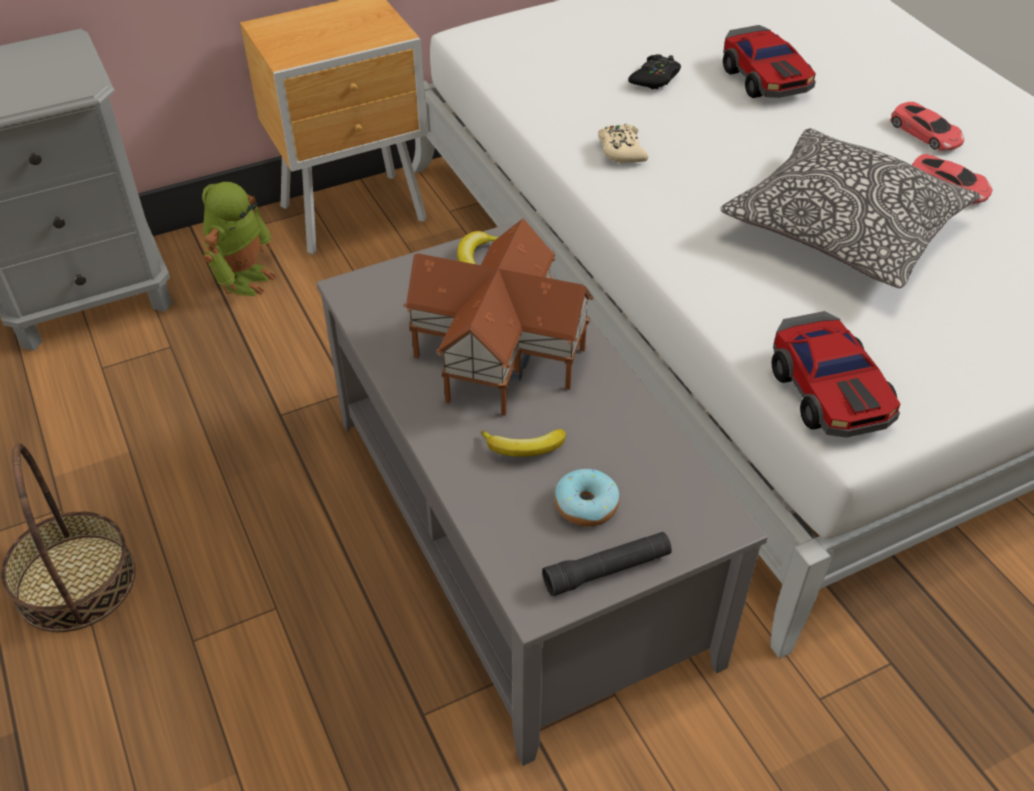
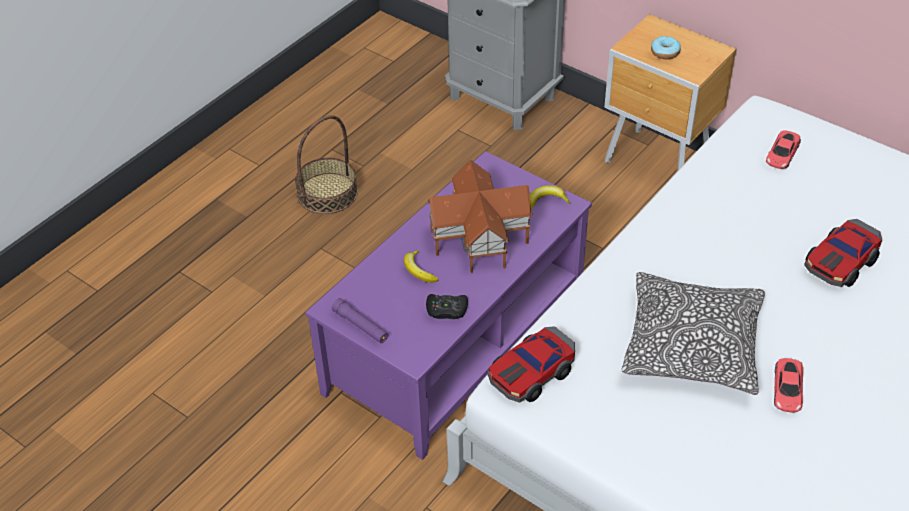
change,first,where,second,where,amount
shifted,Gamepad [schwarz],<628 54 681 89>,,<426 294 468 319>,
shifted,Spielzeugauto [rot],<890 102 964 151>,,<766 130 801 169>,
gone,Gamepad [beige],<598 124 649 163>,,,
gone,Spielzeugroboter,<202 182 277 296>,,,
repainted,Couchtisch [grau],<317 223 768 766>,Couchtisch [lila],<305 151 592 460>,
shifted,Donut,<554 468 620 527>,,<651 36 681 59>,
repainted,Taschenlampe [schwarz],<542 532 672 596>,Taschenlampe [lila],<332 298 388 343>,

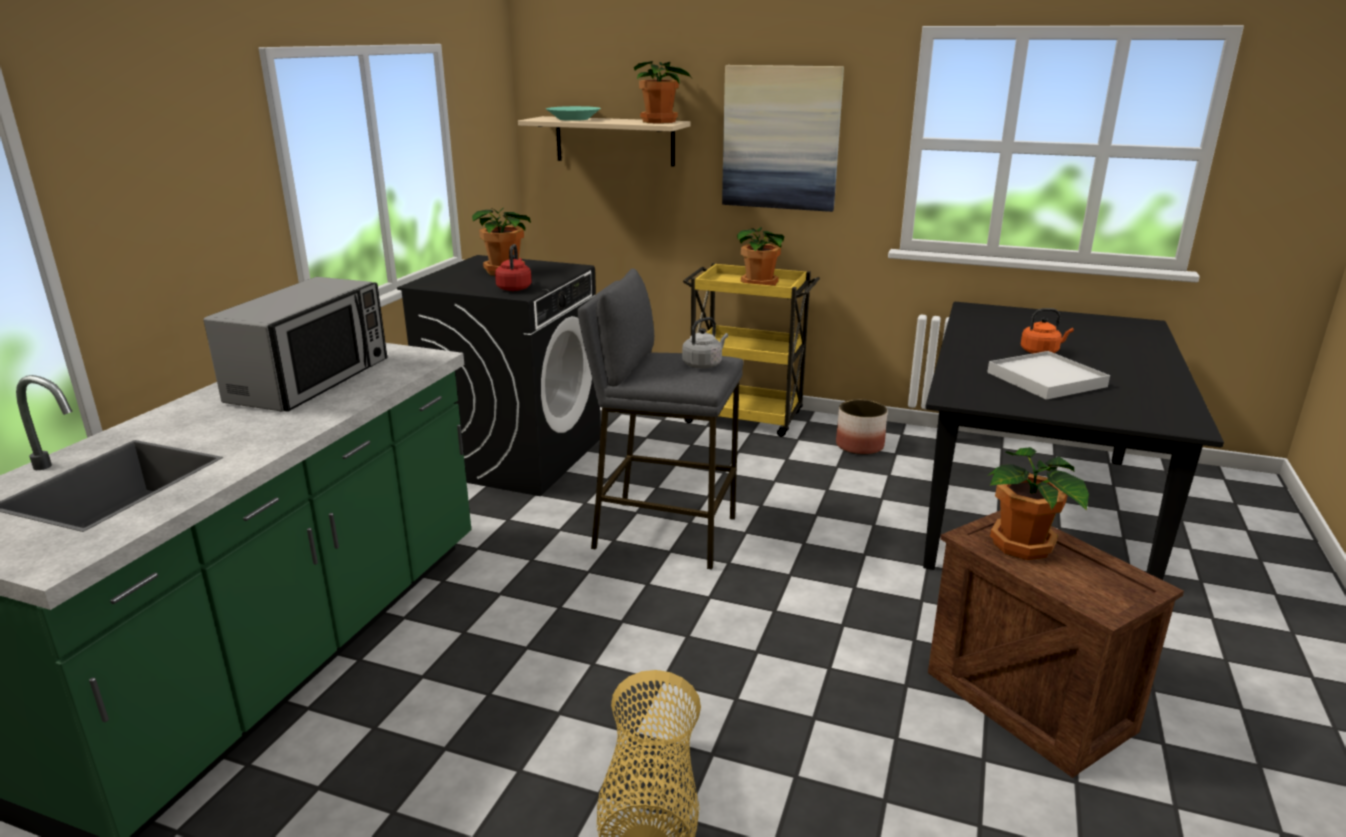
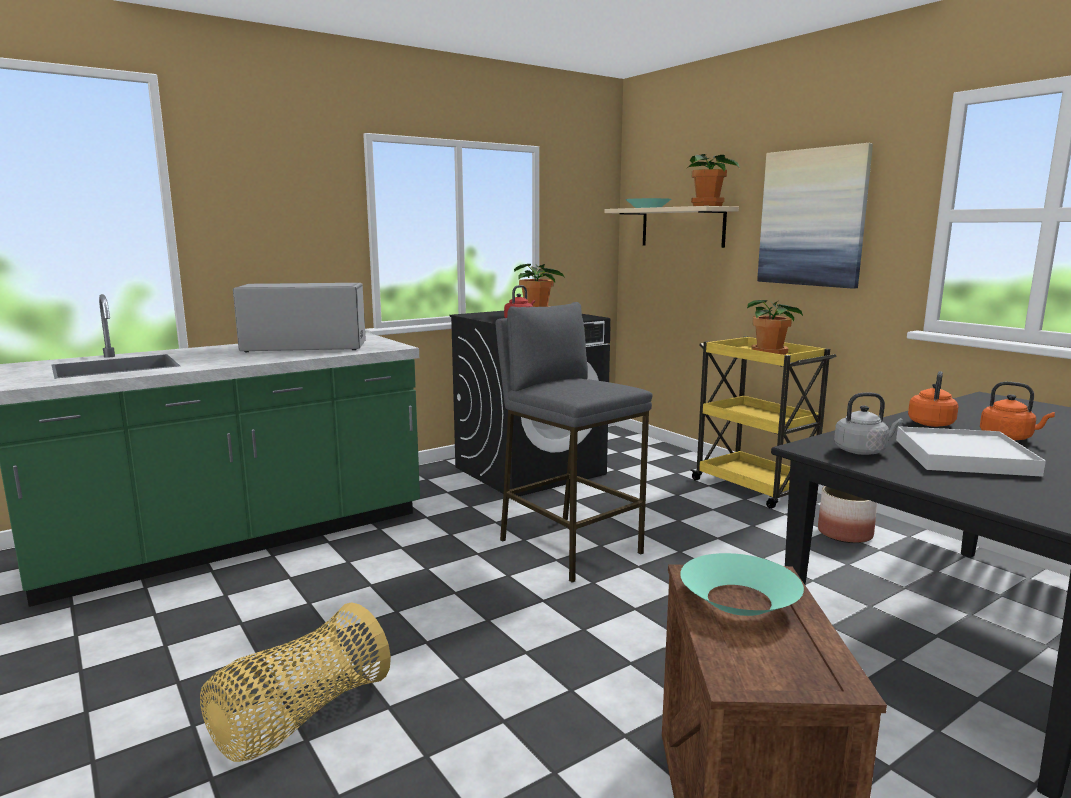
change,first,where,second,where,amount
rotated,Mikrowelle,<204 277 387 412>,,<233 283 366 352>,150 degrees counterclockwise
shifted,Wasserkessel [grau],<682 317 728 368>,,<834 392 903 455>,
swapped,Topfpflanze,<987 447 1089 560>,Schüssel [türkis],<680 553 804 616>,
new,,,Wasserkessel [orange],<908 371 958 427>,

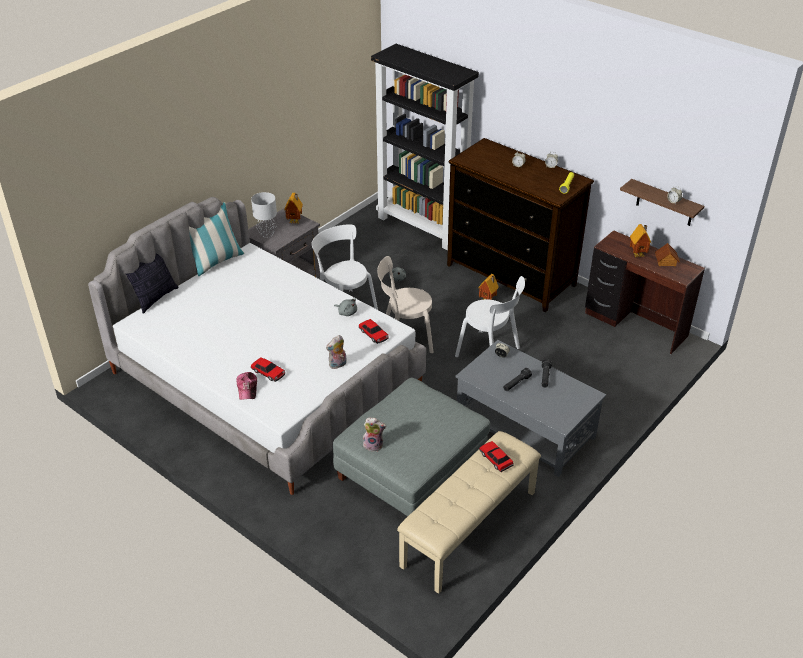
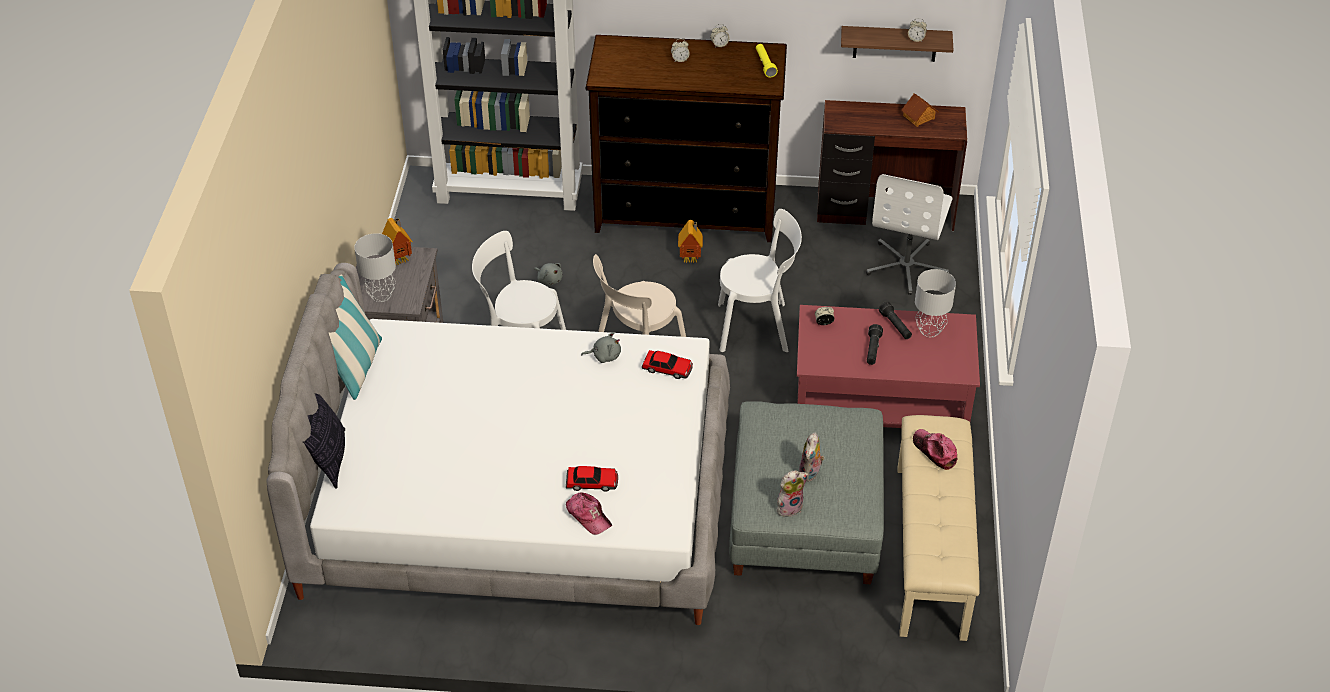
change,first,where,second,where,amount
gone,Spielzeughaus,<630 224 651 258>,,,
shifted,Plüschtier,<326 335 347 369>,,<799 432 825 482>,
repainted,Couchtisch [grau],<455 340 606 477>,Couchtisch [rot],<797 305 980 428>,
swapped,Spielzeugauto,<479 441 514 472>,Kappe,<913 429 958 470>,
new,,,Bürostuhl [weiß],<866 174 952 295>,
new,,,Tischlampe [grau],<915 269 956 337>,

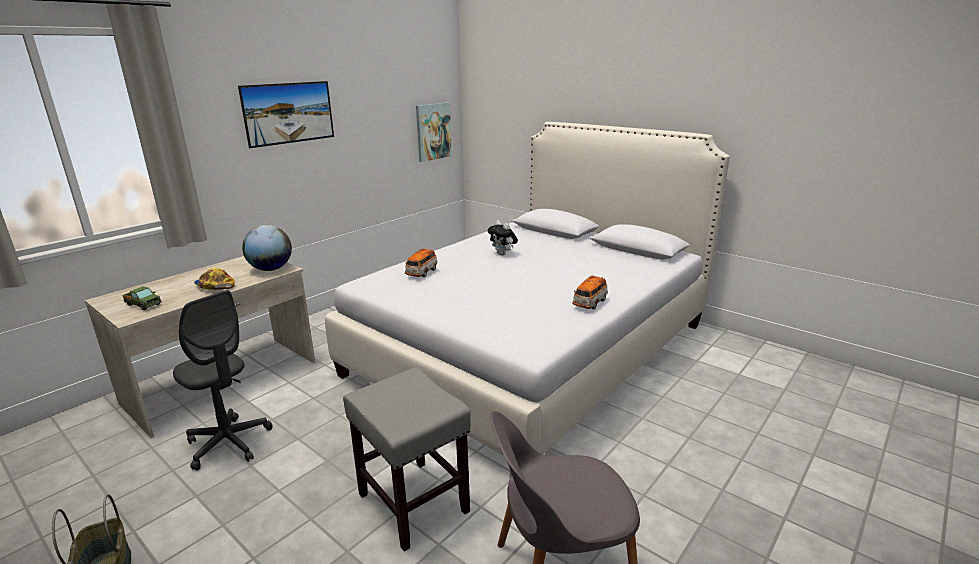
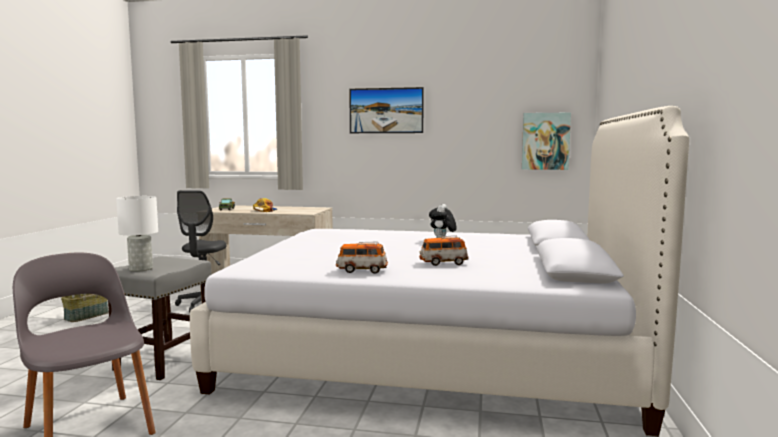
change,first,where,second,where,amount
gone,Globus,<242 225 292 271>,,,
shifted,Spielzeugauto,<405 248 438 277>,,<419 235 469 266>,
new,,,Tischlampe [weiß],<116 196 158 272>,

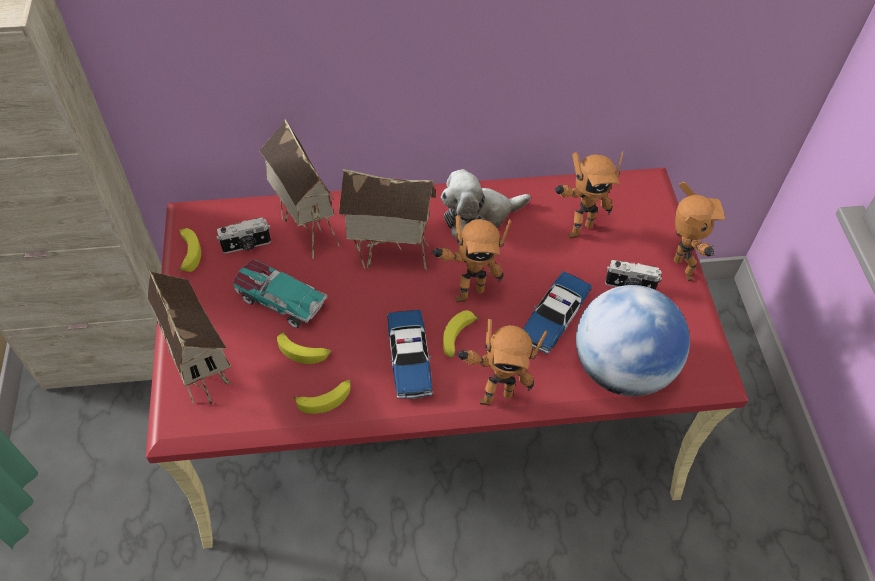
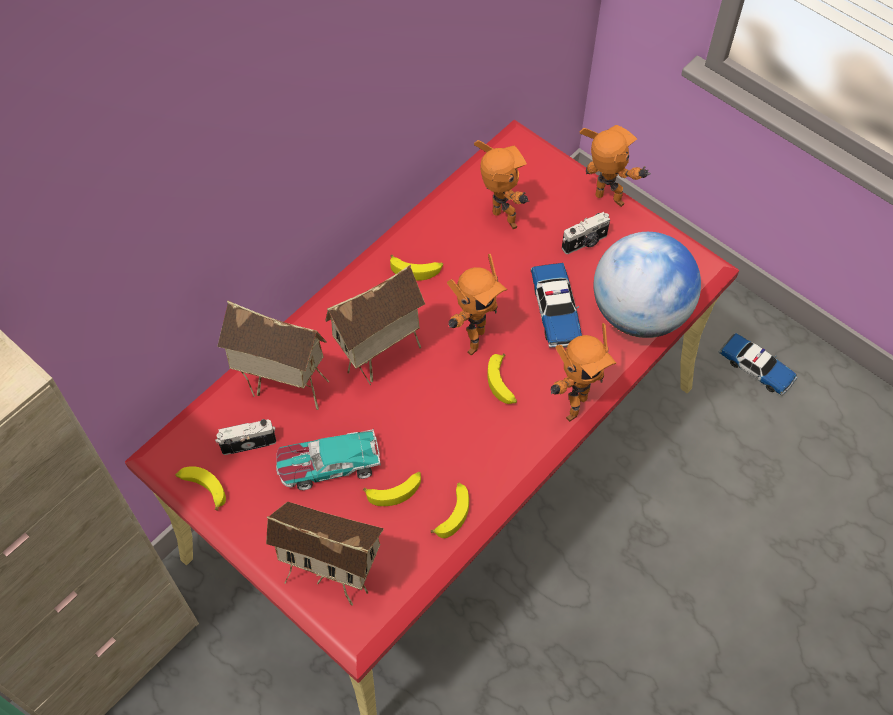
change,first,where,second,where,amount
rotated,Spielzeugroboter,<554 151 623 239>,,<474 140 529 229>,60 degrees counterclockwise
swapped,Plüschtier,<441 169 531 239>,Banane,<390 255 443 281>,
rotated,Kamera,<216 217 271 254>,,<215 419 276 455>,135 degrees counterclockwise
shifted,Spielzeugauto,<387 310 433 399>,,<719 333 797 395>,

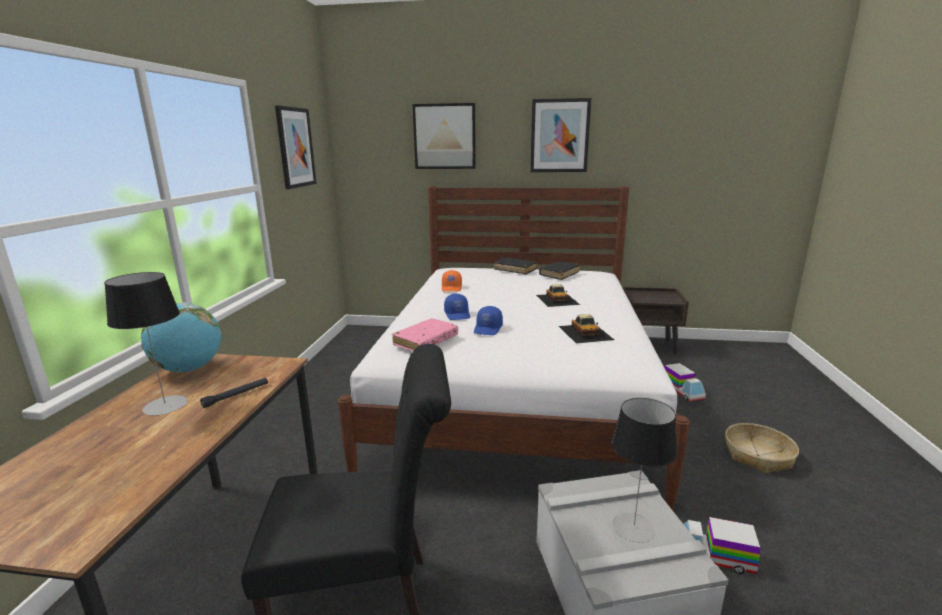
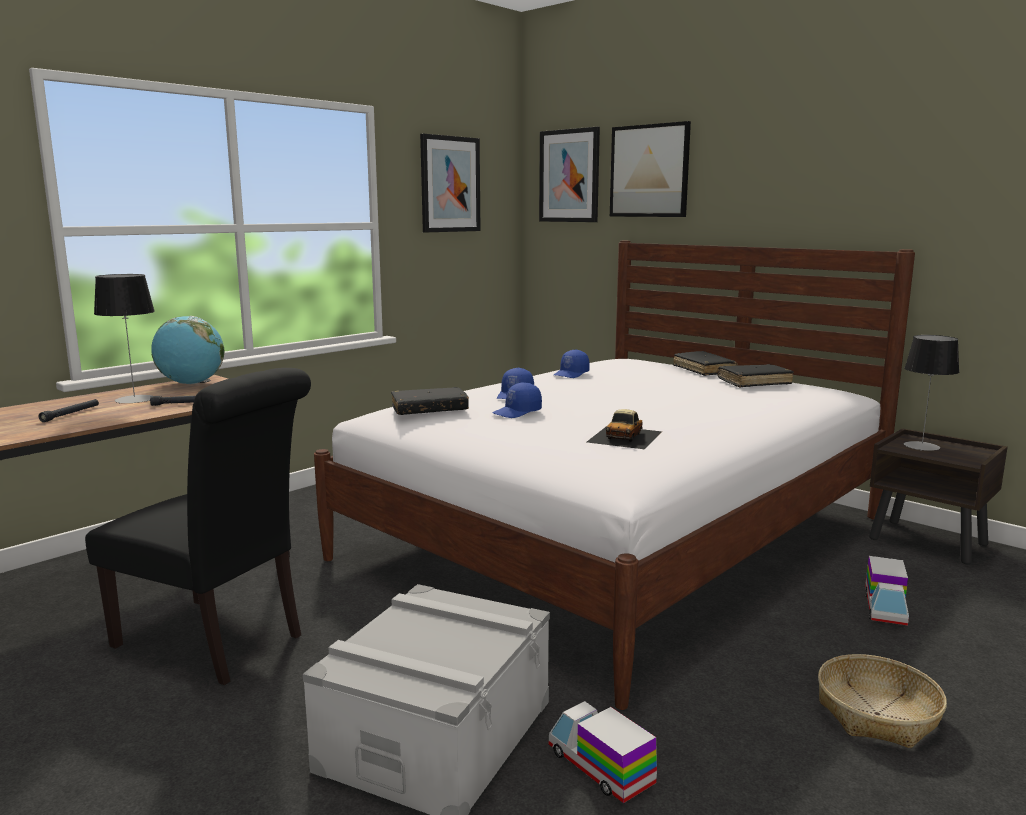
change,first,where,second,where,amount
shifted,Bild,<530 98 591 172>,,<539 127 600 222>,
repainted,Kappe [orange],<442 270 462 291>,Kappe [blau],<554 349 590 378>,
gone,Spielzeugauto,<536 284 580 307>,,,
repainted,Buch [rosa],<392 318 458 351>,Buch [schwarz],<391 387 469 415>,
shifted,Tischlampe,<611 398 677 543>,,<904 335 959 451>,
new,,,Taschenlampe [schwarz],<39 399 99 422>,

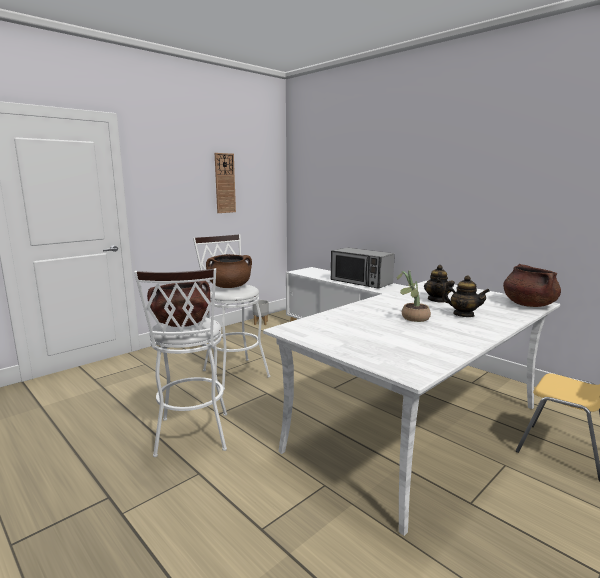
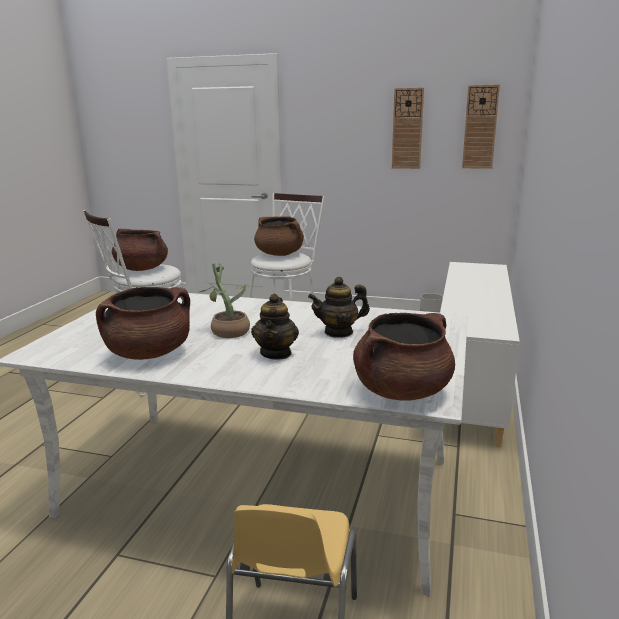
change,first,where,second,where,amount
gone,Mikrowelle,<331 248 395 289>,,,
new,,,Wanduhr,<462 85 500 169>,
new,,,Kochtopf [braun],<96 287 190 360>,

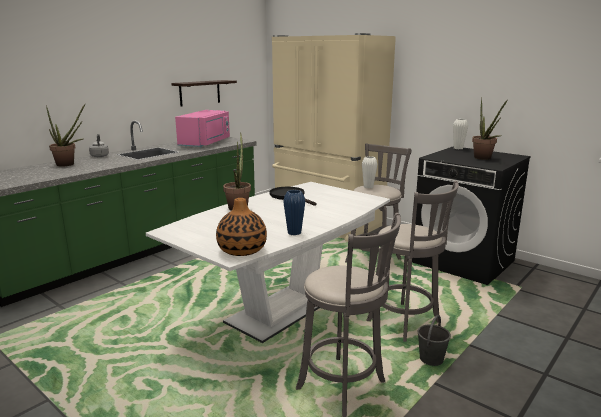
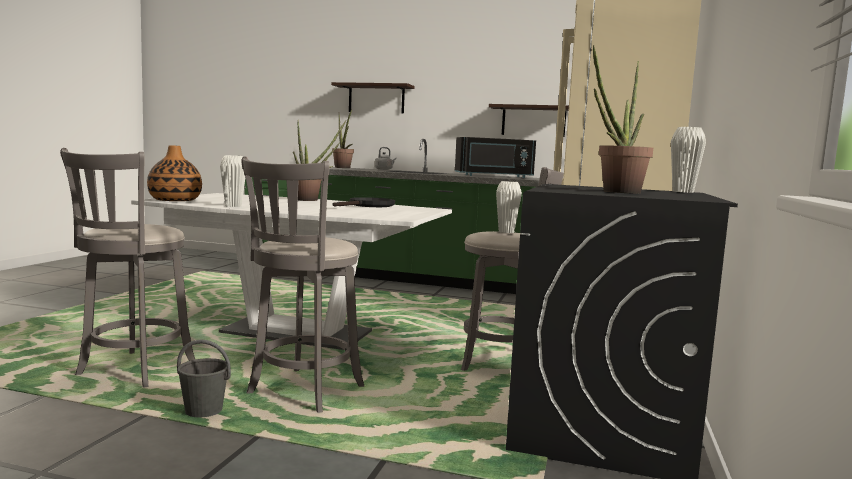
change,first,where,second,where,amount
repainted,Mikrowelle [rosa],<175 110 230 148>,Mikrowelle [schwarz],<455 137 536 178>,
repainted,Vase [blau],<283 190 305 235>,Vase [weiß],<220 155 245 207>,
new,,,Wandregal,<331 82 415 114>,

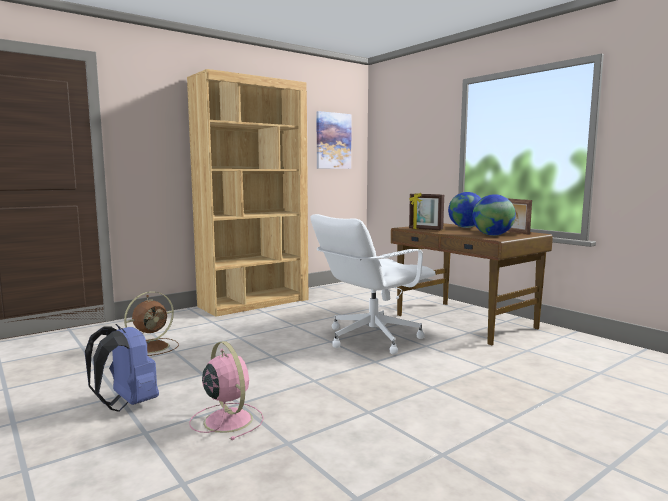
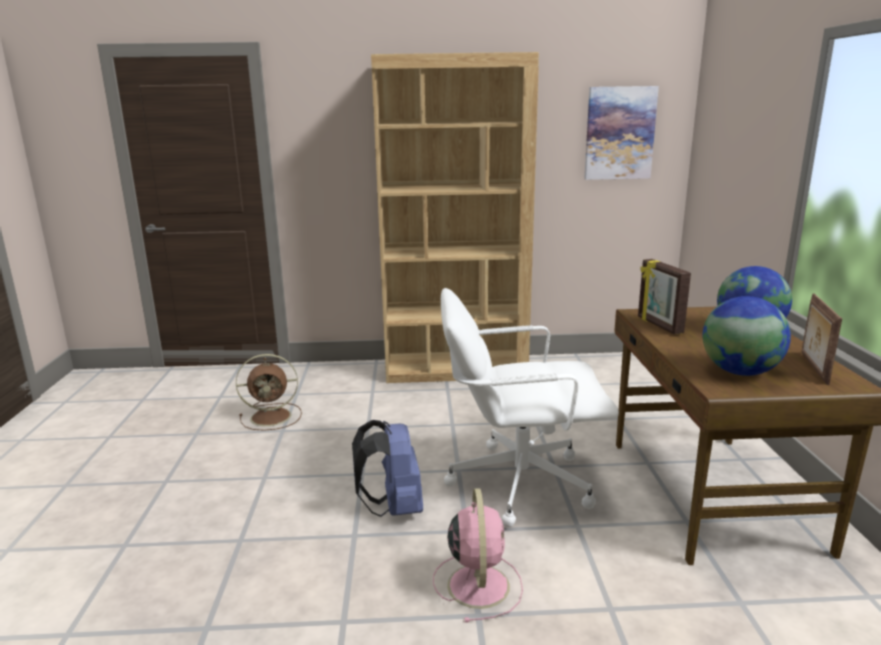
change,first,where,second,where,amount
shifted,Rucksack [blau],<85 324 159 412>,,<352 420 423 517>,
shifted,Ventilator [rosa],<189 341 264 440>,,<433 488 523 623>,

